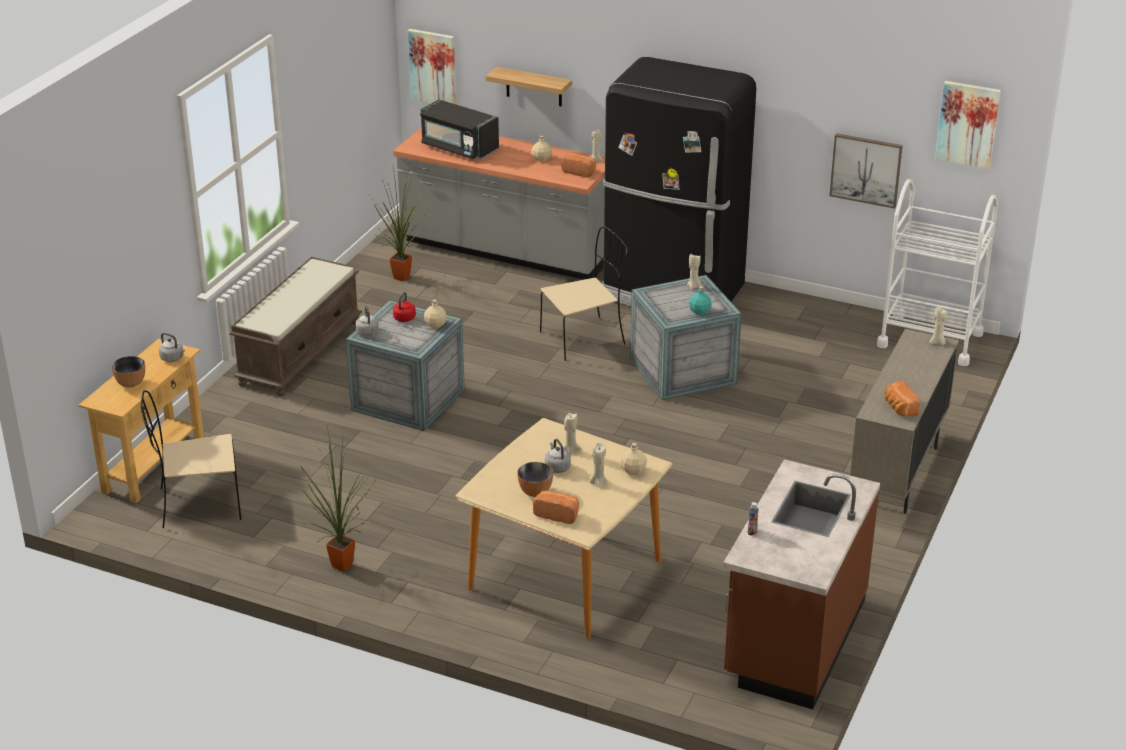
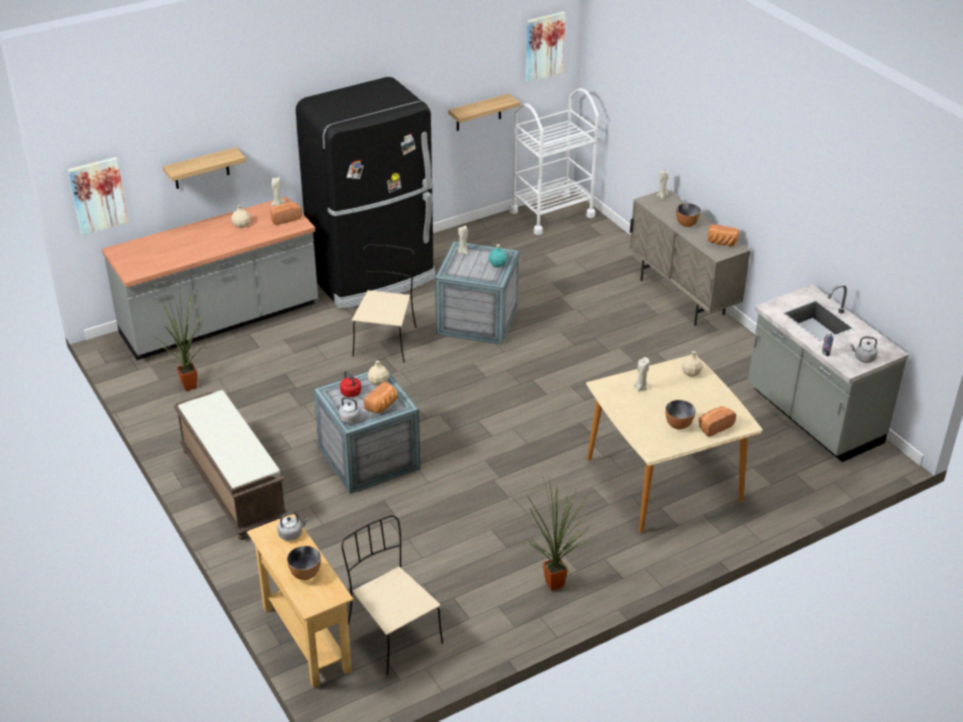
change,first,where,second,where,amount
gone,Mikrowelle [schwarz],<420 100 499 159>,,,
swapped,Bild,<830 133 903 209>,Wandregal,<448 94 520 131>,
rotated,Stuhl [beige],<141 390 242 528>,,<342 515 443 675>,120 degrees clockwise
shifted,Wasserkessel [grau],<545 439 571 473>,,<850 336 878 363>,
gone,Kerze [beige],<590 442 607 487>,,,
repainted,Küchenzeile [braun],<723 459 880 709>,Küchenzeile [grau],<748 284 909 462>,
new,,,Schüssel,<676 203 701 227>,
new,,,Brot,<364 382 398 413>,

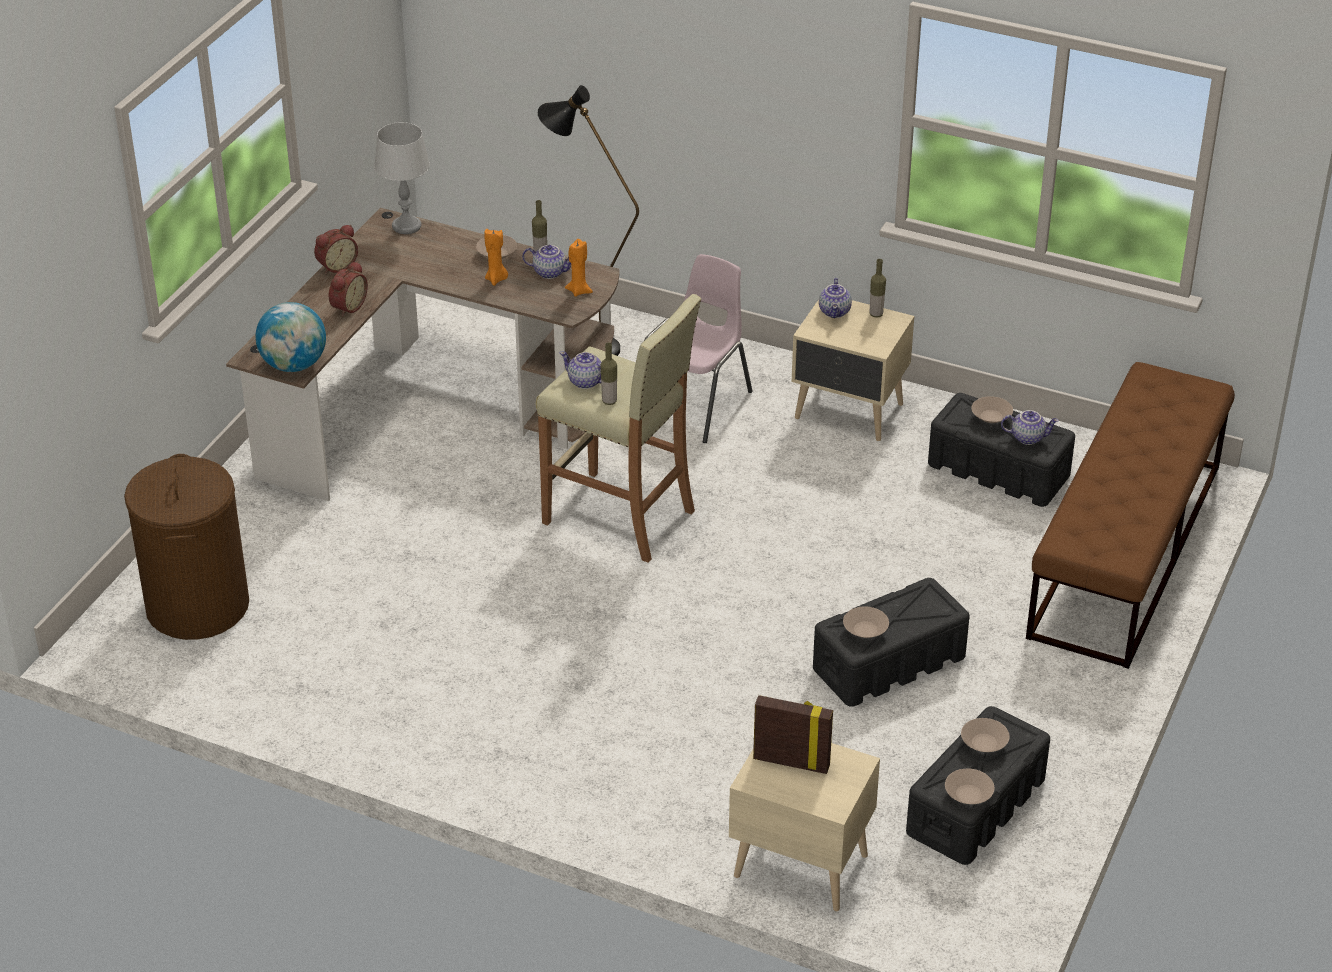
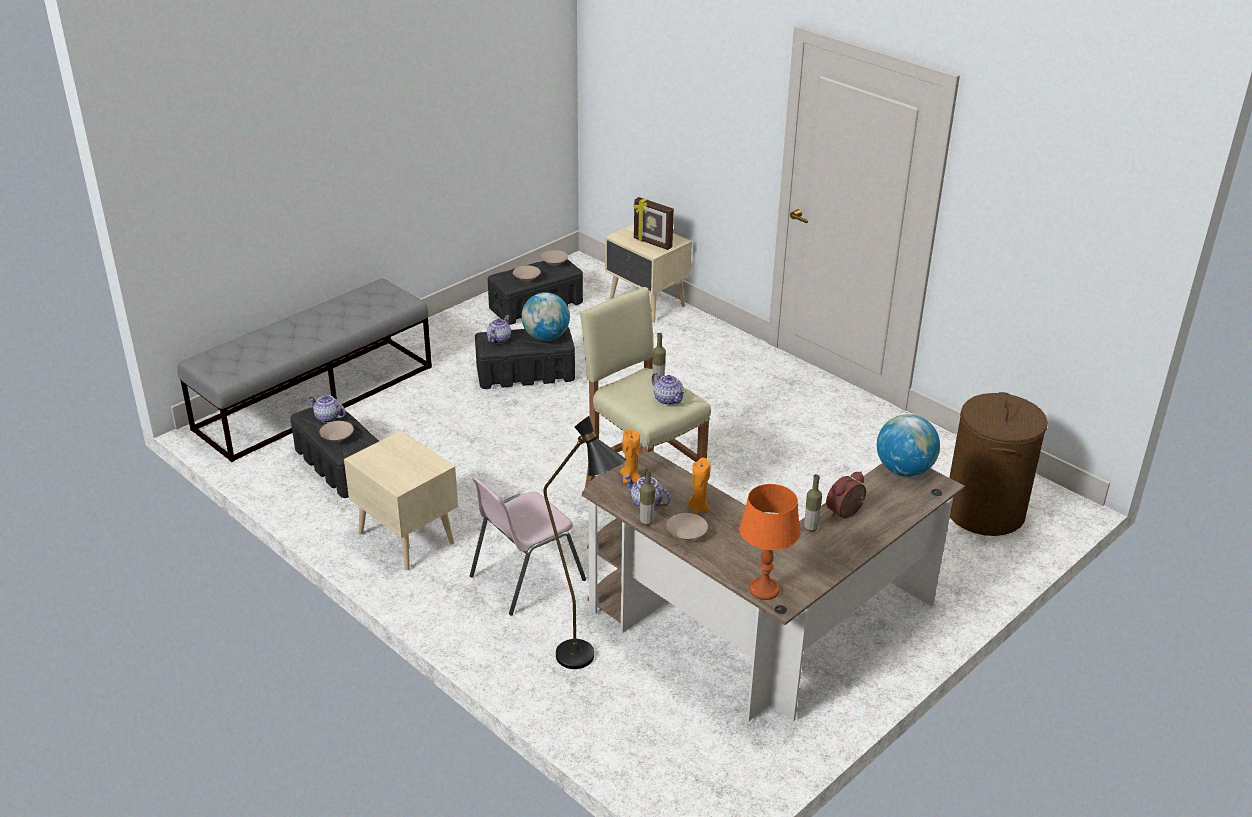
change,first,where,second,where,amount
repainted,Tischlampe [grau],<374 122 430 234>,Tischlampe [orange],<739 484 800 600>,
gone,Wecker,<314 225 358 274>,,,
shifted,Flasche,<870 259 886 318>,,<804 474 822 532>,
shifted,Teekanne,<819 278 852 318>,,<487 315 511 344>,
repainted,Bank [braun],<1026 362 1235 669>,Bank [grau],<177 278 432 462>,
swapped,Schüssel [beige],<843 606 889 638>,Globus,<521 292 570 341>,

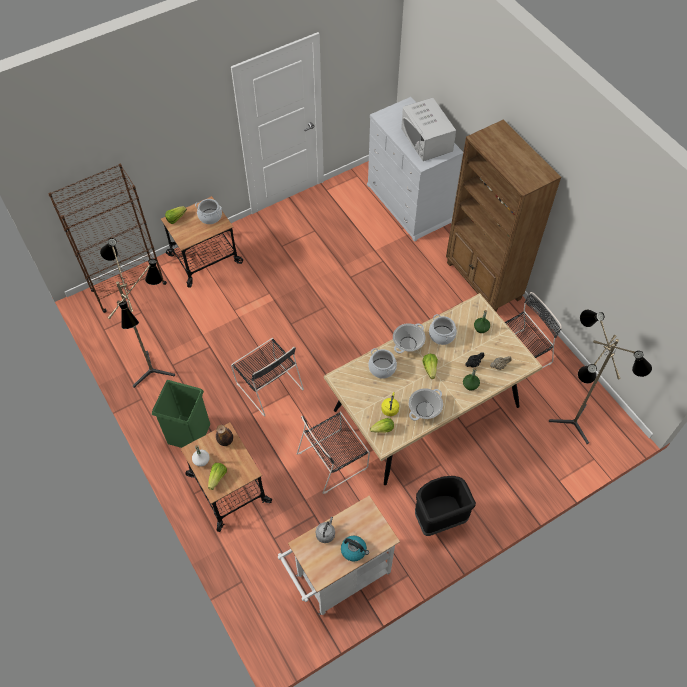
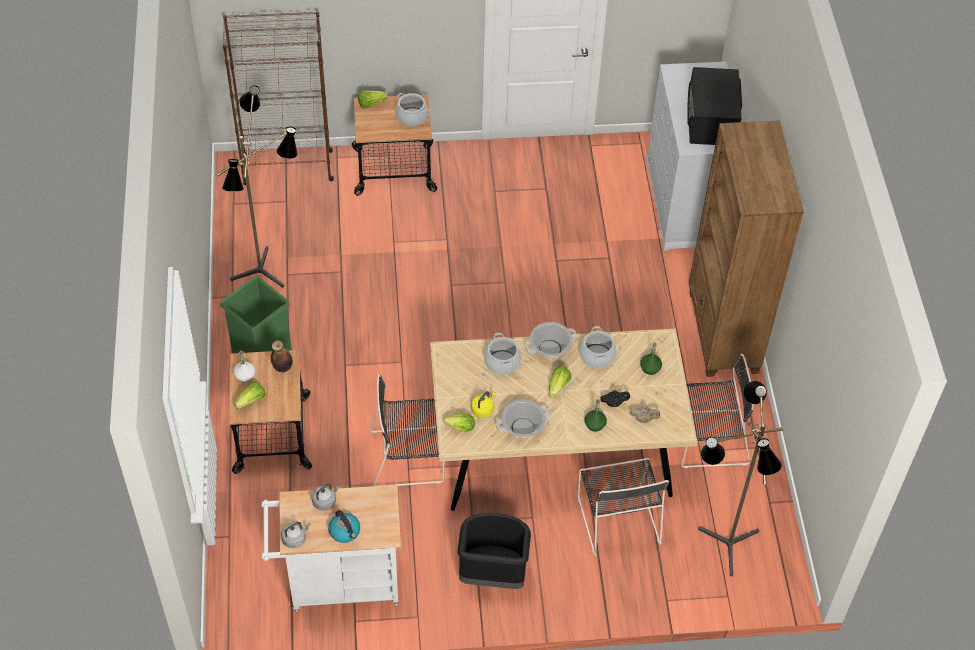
change,first,where,second,where,amount
repainted,Mikrowelle [weiß],<401 98 456 161>,Mikrowelle [schwarz],<687 67 742 145>,
shifted,Stuhl [schwarz],<231 338 304 417>,,<578 458 669 556>,
new,,,Wasserkessel [grau],<281 522 311 548>,

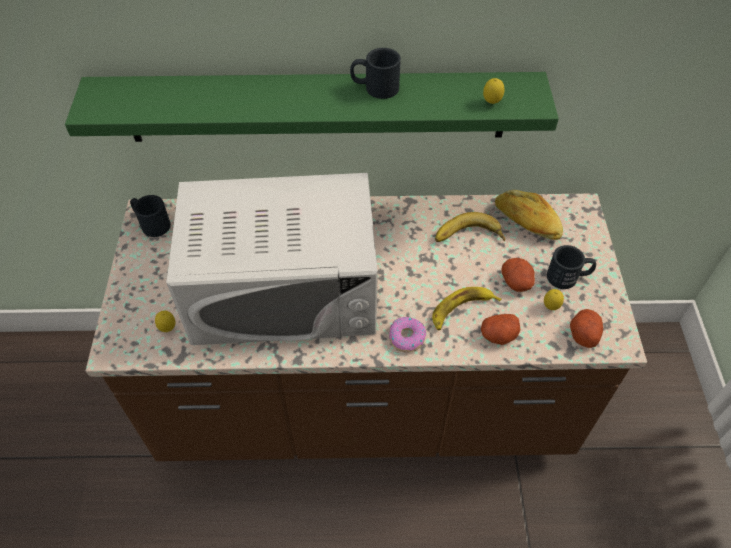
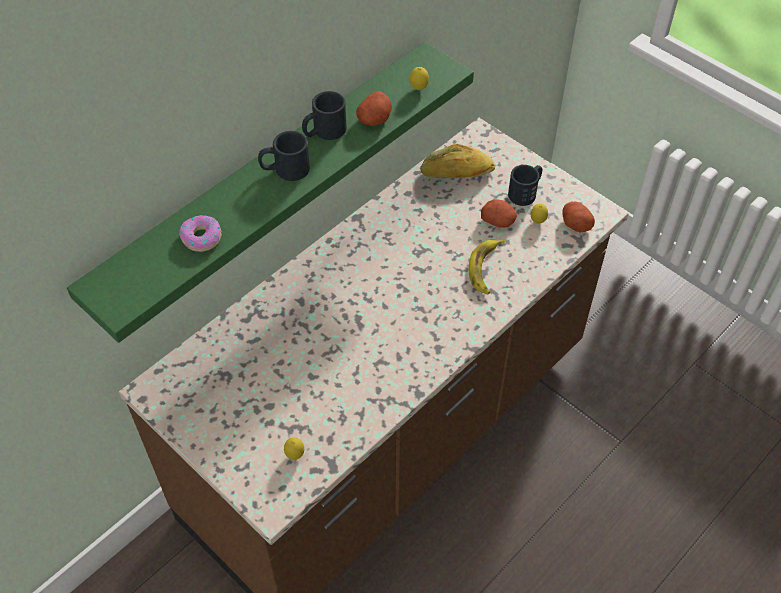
change,first,where,second,where,amount
gone,Mikrowelle [weiß],<166 173 378 345>,,,
shifted,Henkelbecher [schwarz],<130 195 171 237>,,<258 131 310 181>,
gone,Banane,<435 212 505 242>,,,
shifted,Kartoffel,<481 314 521 345>,,<356 91 392 126>,
shifted,Donut,<389 317 426 352>,,<179 215 222 252>,

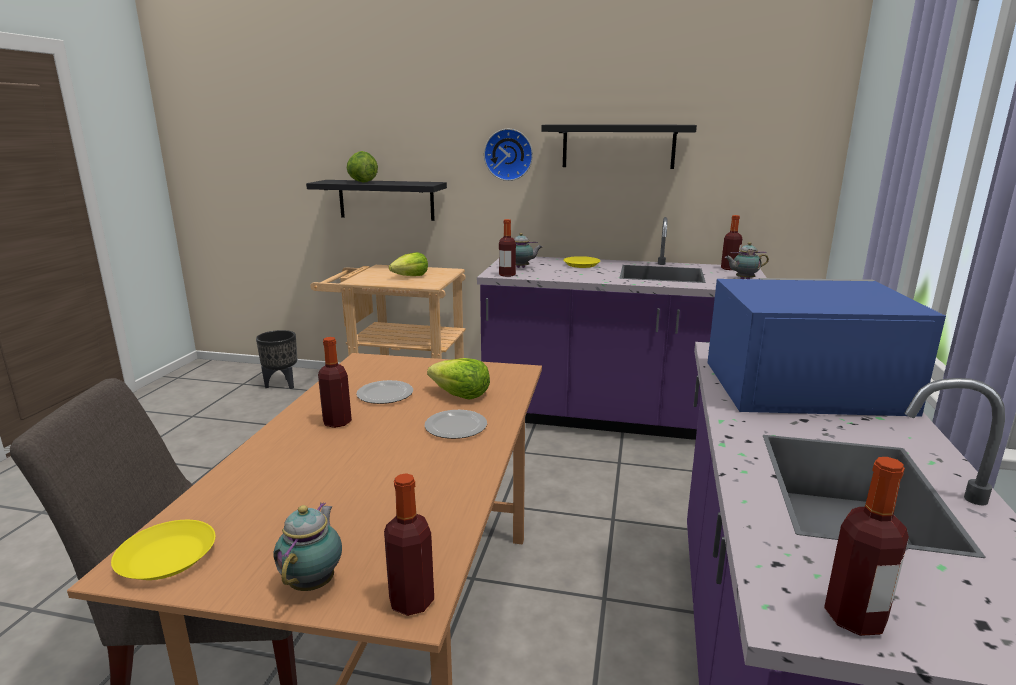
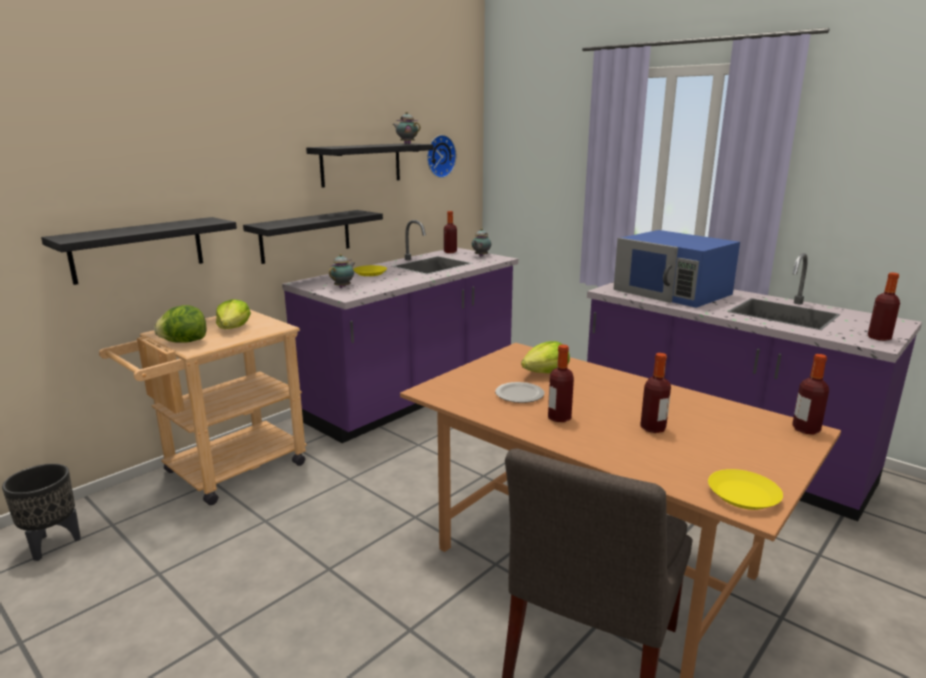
change,first,where,second,where,amount
shifted,Wanduhr,<484 129 533 181>,,<427 135 456 178>,
shifted,Salatkopf,<347 151 378 182>,,<154 305 206 343>,
shifted,Flasche,<499 219 516 277>,,<640 353 671 433>,
rotated,Mikrowelle [blau],<707 278 946 417>,,<613 230 740 308>,75 degrees counterclockwise
gone,Teller,<425 410 487 439>,,,
shifted,Teekanne,<273 502 342 591>,,<393 112 421 144>,
new,,,Wandregal [schwarz],<243 210 383 264>,

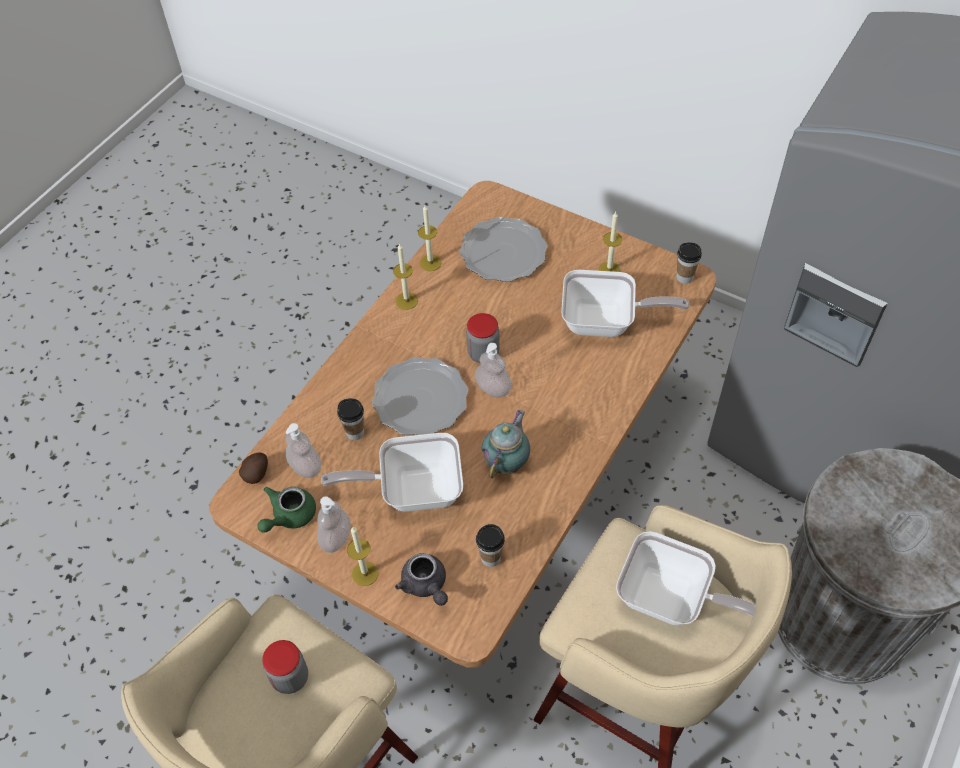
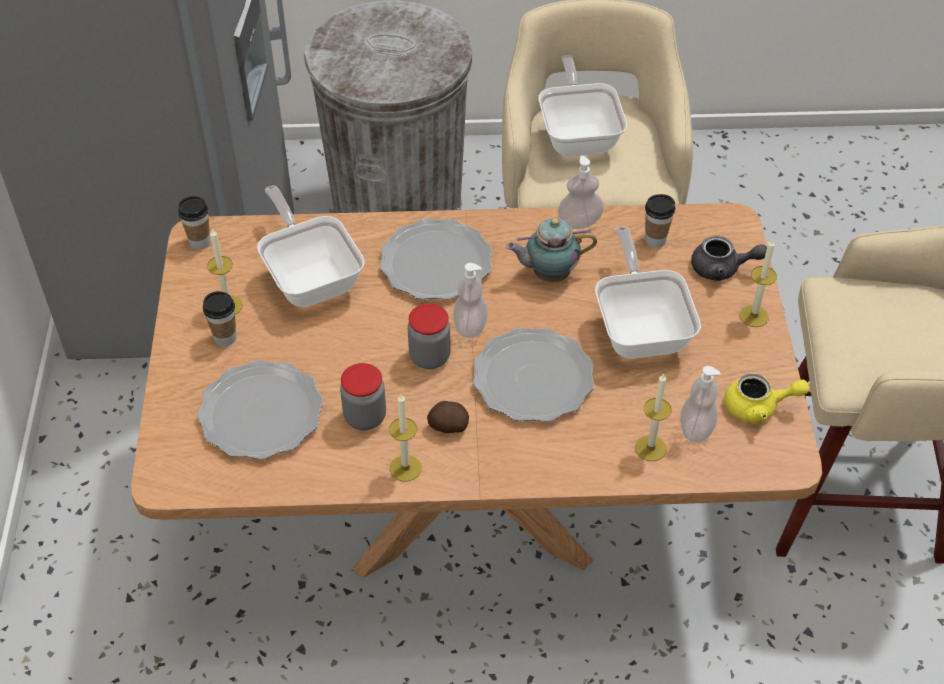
change,first,where,second,where,amount
shifted,Kerze,<418 205 441 271>,,<635 373 672 461>,
shifted,Tasse,<337 398 364 440>,,<203 291 236 346>,
rotated,Pfanne,<321 433 463 512>,,<595 226 701 359>,150 degrees counterclockwise
shifted,Kartoffel,<239 452 268 484>,,<427 401 469 433>,
repainted,Teekanne [grün],<257 487 316 533>,Teekanne [gelb],<724 373 810 424>,
shifted,Seifenspender,<317 496 351 553>,,<558 156 604 229>,
rotated,Teekanne [grau],<395 553 448 606>,,<691 236 767 281>,75 degrees clockwise
shifted,Vorratsglas,<262 640 308 694>,,<340 363 386 430>,
new,,,Teller,<380 219 492 300>,

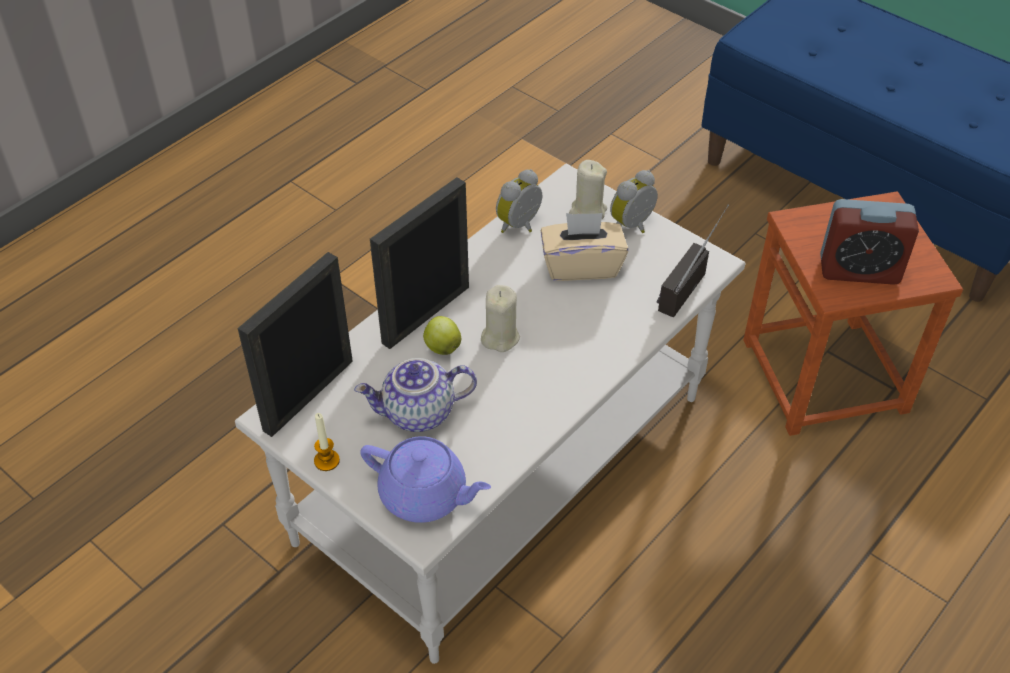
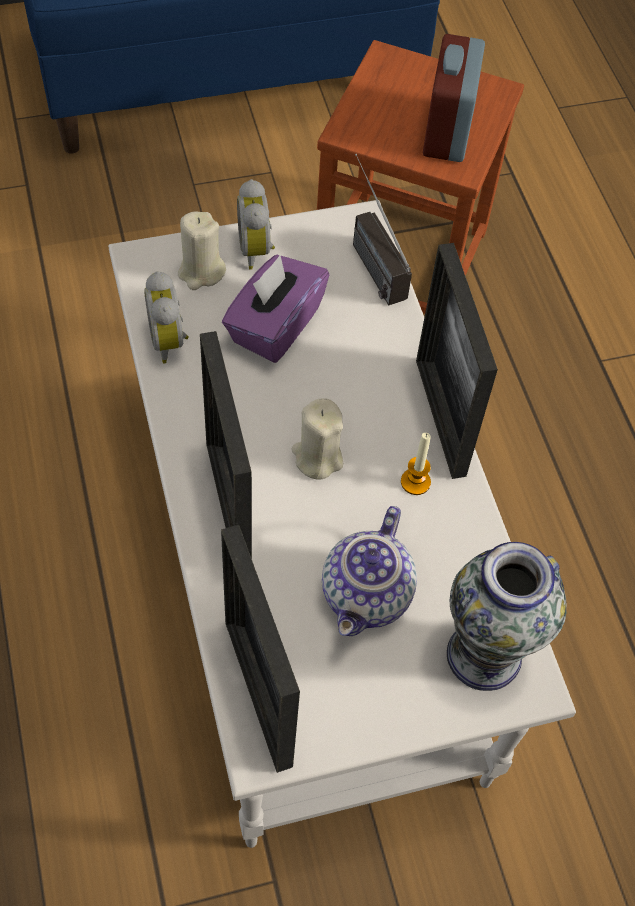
change,first,where,second,where,amount
rotated,Wecker,<820 199 919 285>,,<423 34 485 162>,150 degrees clockwise
repainted,Taschentuchbox [beige],<541 213 628 281>,Taschentuchbox [lila],<222 255 329 363>,
gone,Apfel,<423 316 461 355>,,,
shifted,Kerze,<314 413 340 471>,,<401 433 431 495>,
swapped,Teekanne [lila],<360 436 491 523>,Vase,<447 542 567 691>,
new,,,Bilderrahmen,<416 243 498 479>,

